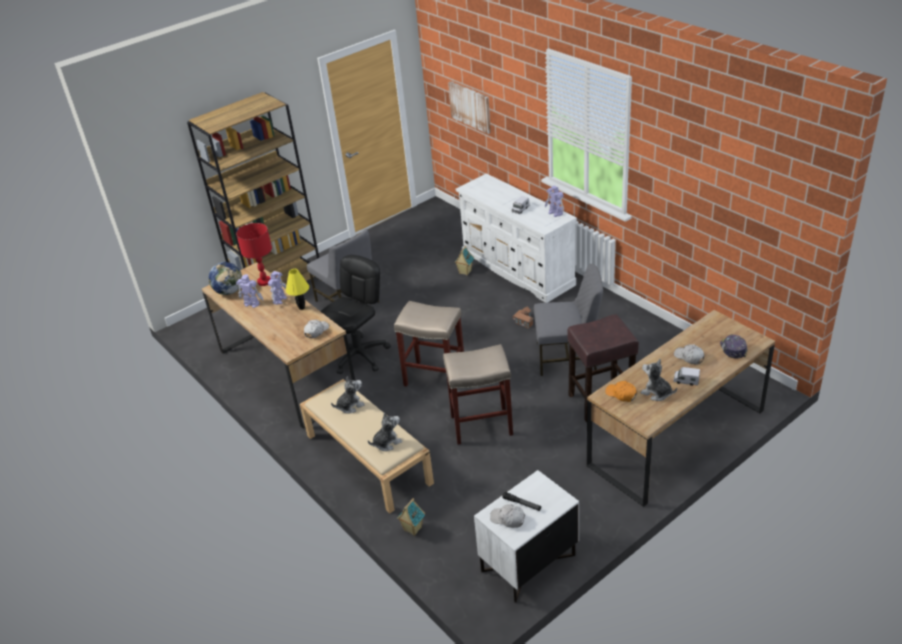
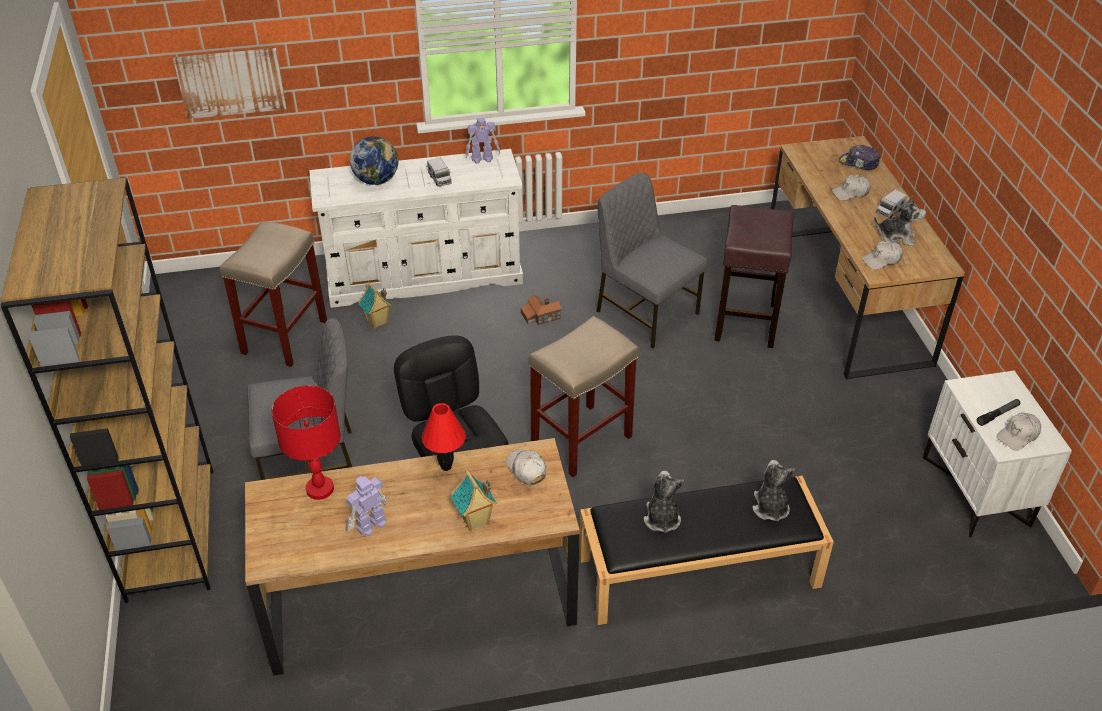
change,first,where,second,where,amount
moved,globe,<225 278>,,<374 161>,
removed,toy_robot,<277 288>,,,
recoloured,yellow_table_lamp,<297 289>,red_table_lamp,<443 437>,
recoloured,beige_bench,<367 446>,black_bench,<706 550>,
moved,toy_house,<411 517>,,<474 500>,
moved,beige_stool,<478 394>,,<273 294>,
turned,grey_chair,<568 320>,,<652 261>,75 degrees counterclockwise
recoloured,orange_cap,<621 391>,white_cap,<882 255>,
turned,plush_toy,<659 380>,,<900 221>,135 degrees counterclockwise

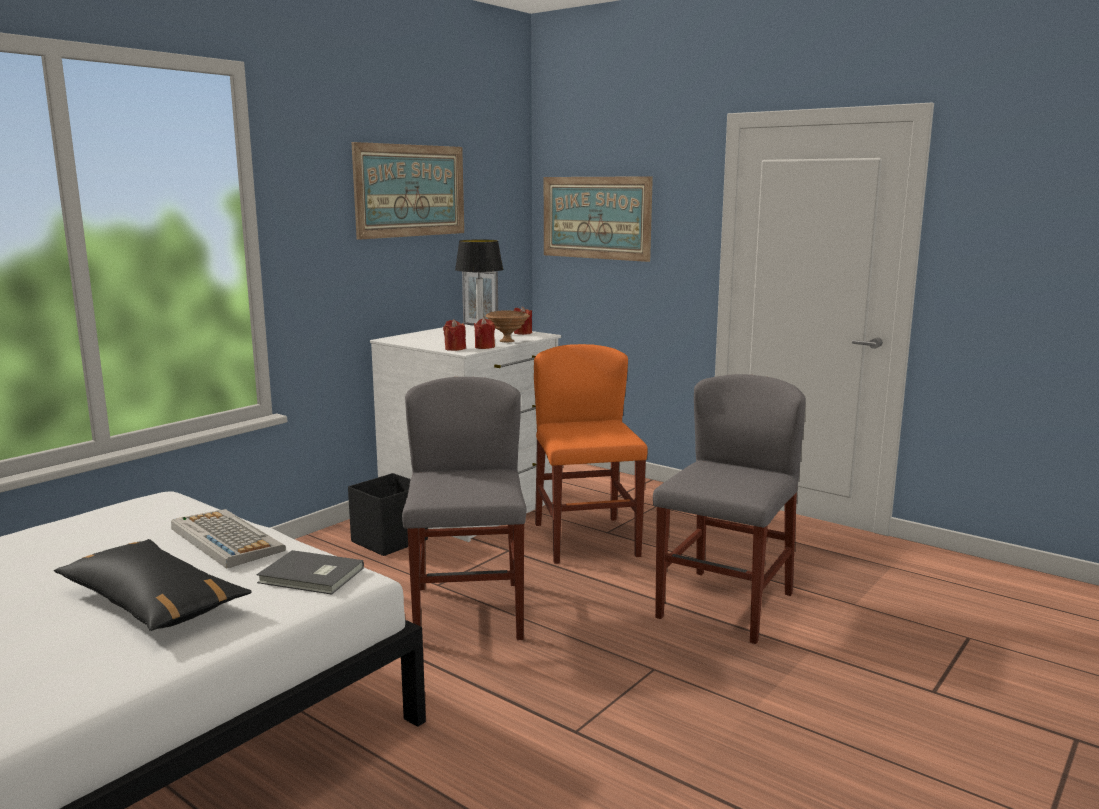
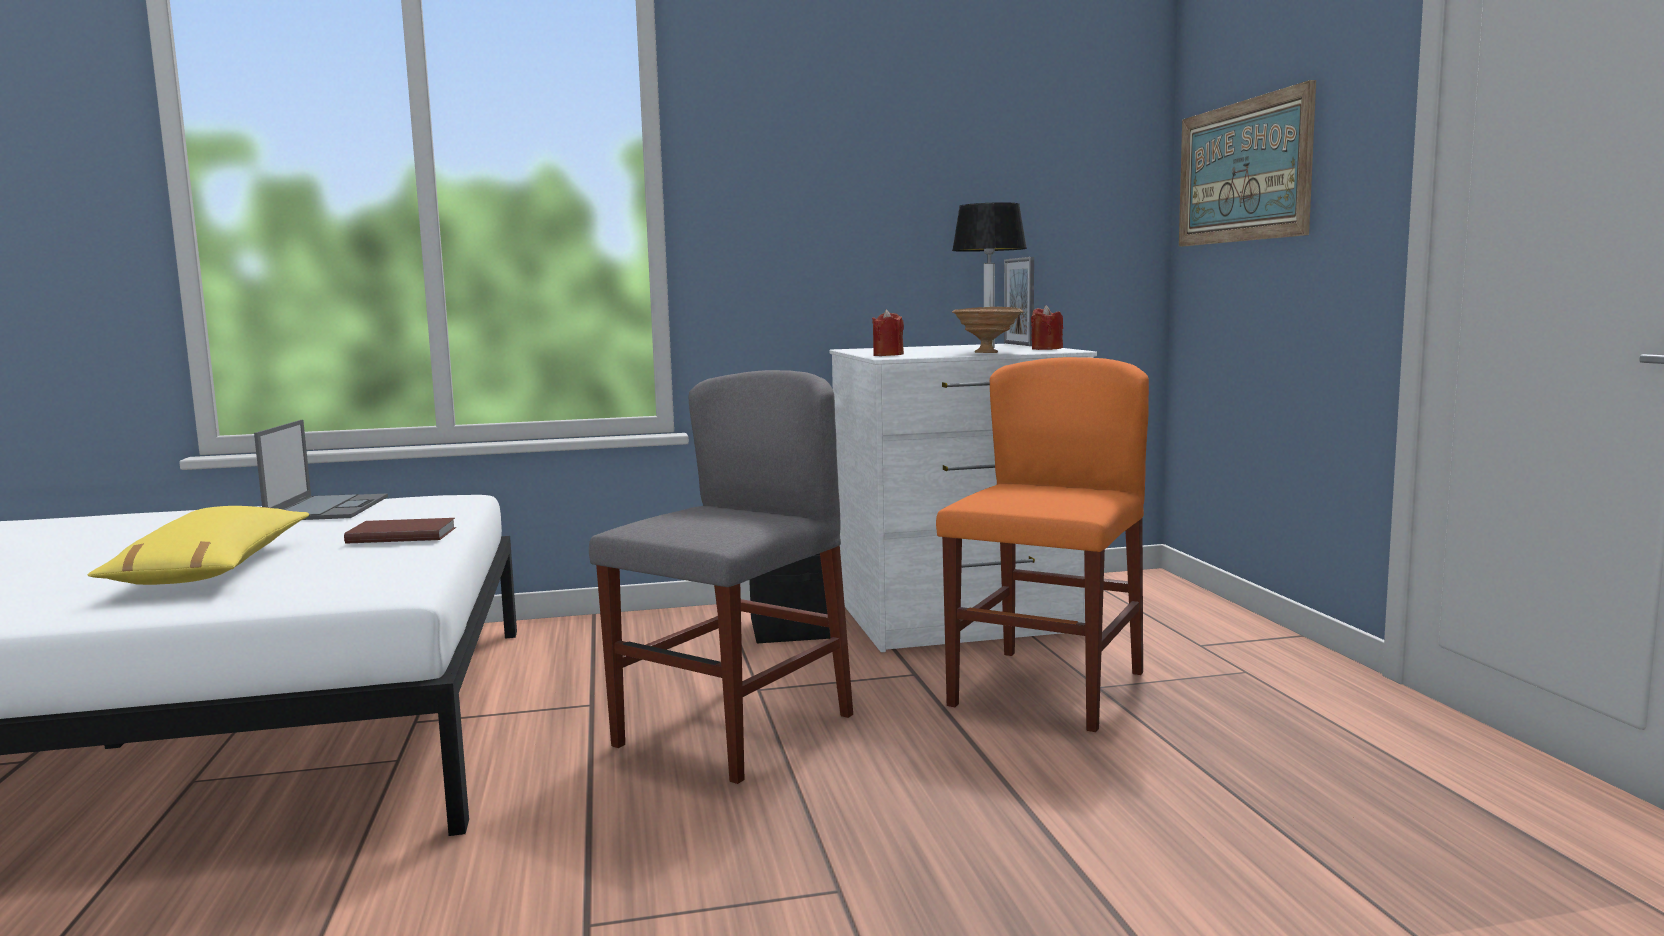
change,first,where,second,where,amount
recoloured,black_pillow,<152 585>,yellow_pillow,<198 545>,
replaced,keyboard,<228 539>,brown_book,<400 531>,
removed,grey_book,<310 572>,,,
removed,picture,<407 191>,,,
removed,red_candle,<484 333>,,,
removed,grey_chair,<729 509>,,,
added,,,laptop,<321 470>,

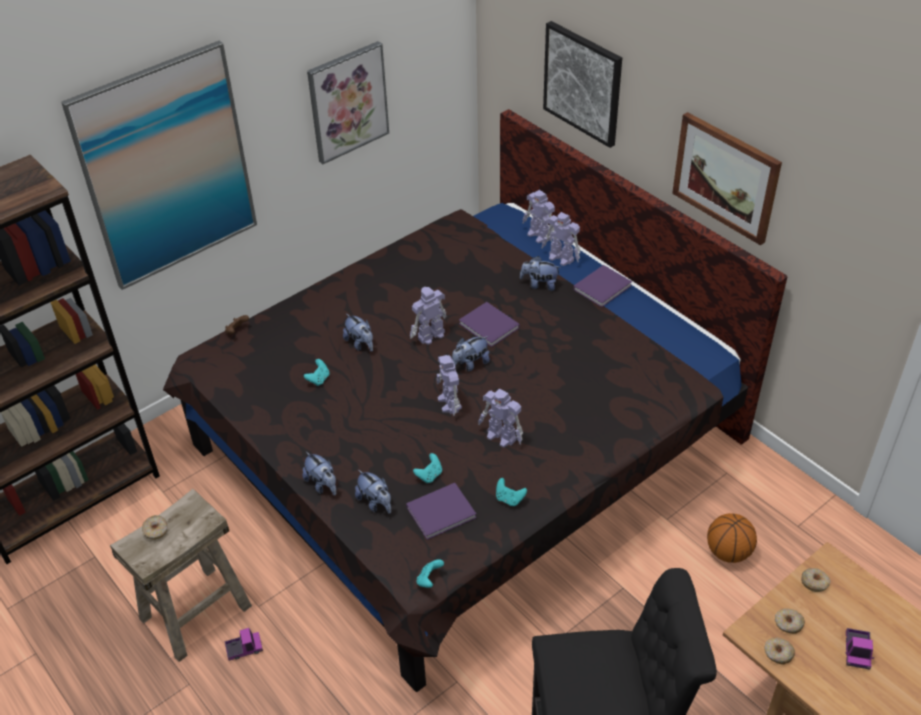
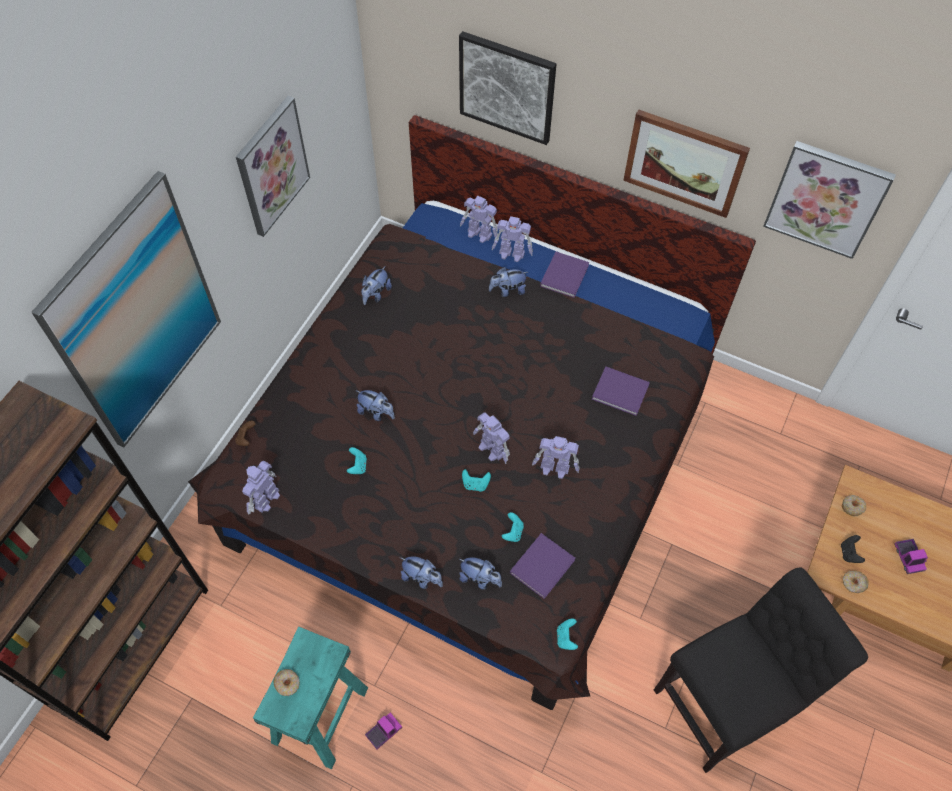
change,first,where,second,where,amount
recoloured,beige_stool,<181 575>,turquoise_stool,<310 697>,
moved,toy_robot,<428 316>,,<261 488>,
moved,plush_toy,<471 354>,,<376 285>,
moved,purple_book,<489 324>,,<621 391>,
moved,turquoise_game_controller,<511 492>,,<476 480>,
removed,basketball,<732 538>,,,
replaced,donut,<790 621>,black_game_controller,<853 549>,
added,,,picture,<829 200>,

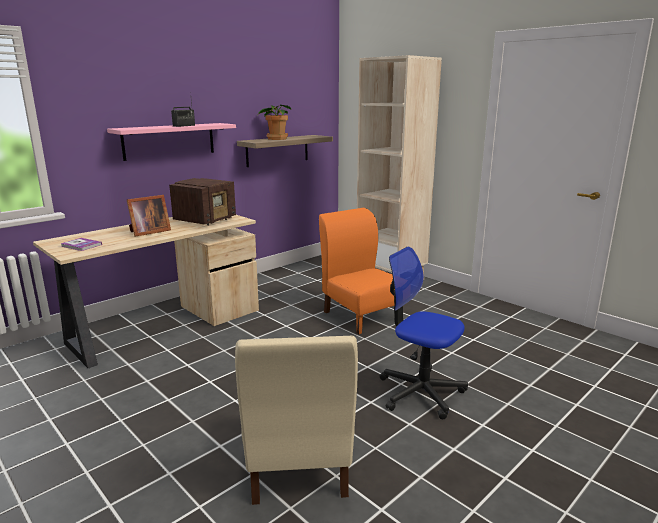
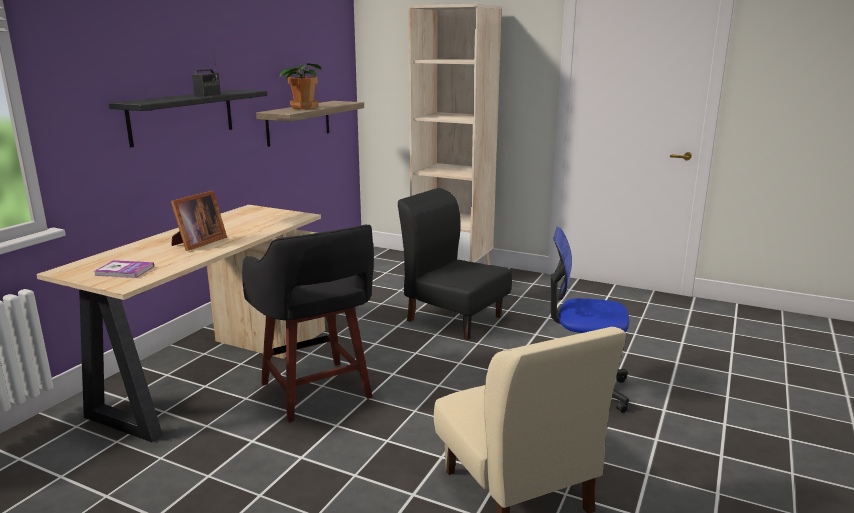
change,first,where,second,where,amount
recoloured,pink_shelf,<171 142>,black_shelf,<188 118>,
removed,radio,<202 202>,,,
recoloured,orange_chair,<356 271>,black_chair,<455 264>,
added,,,black_stool,<308 324>,

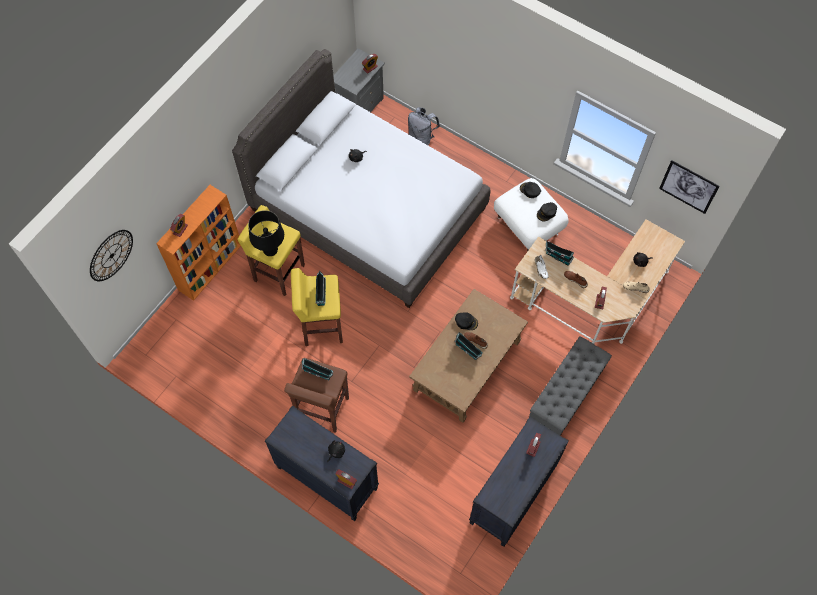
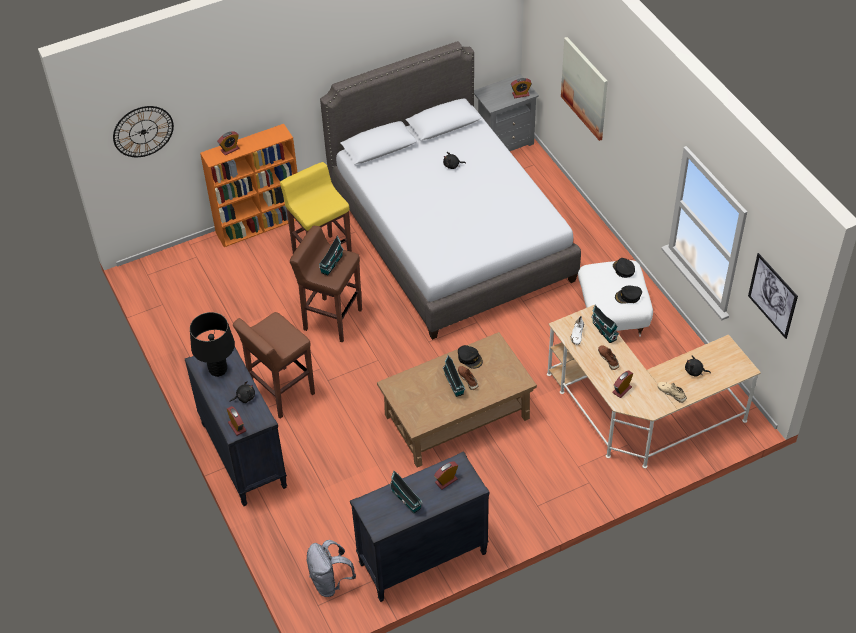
change,first,where,second,where,amount
moved,black_table_lamp,<266 233>,,<212 344>,
recoloured,yellow_stool,<317 307>,brown_stool,<326 284>,
moved,toy_house,<317 369>,,<406 492>,
moved,grey_backpack,<424 126>,,<331 568>,
removed,grey_bench,<570 385>,,,
added,,,picture,<584 89>,

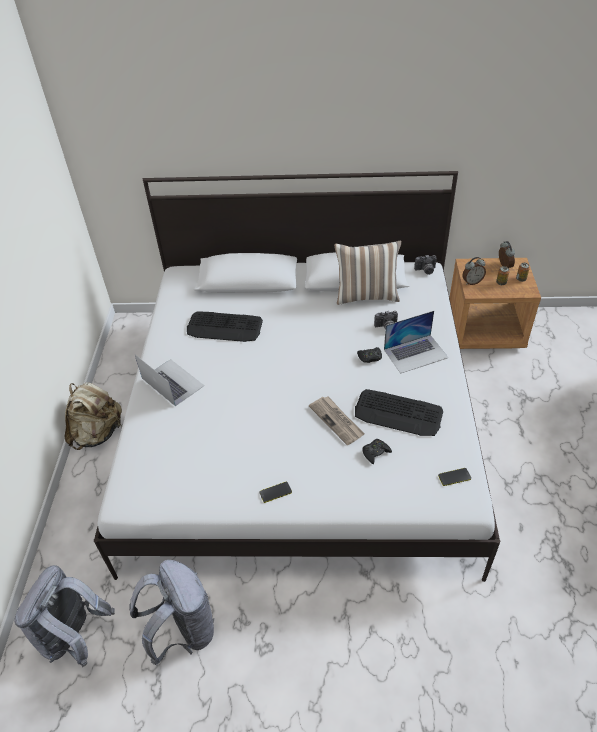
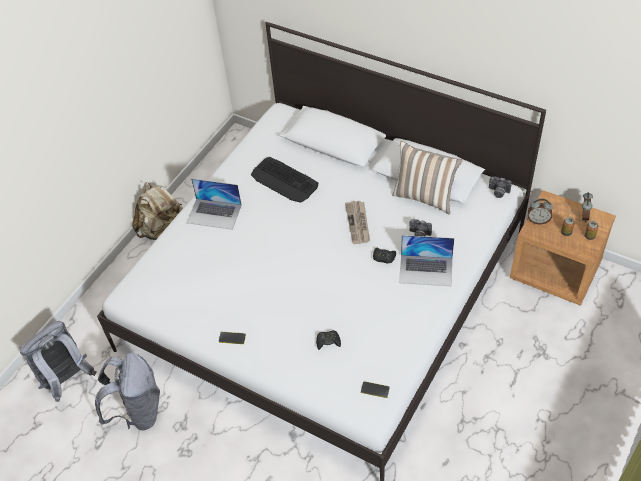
change,first,where,second,where,amount
turned,laptop,<169 380>,,<214 204>,120 degrees clockwise
moved,newspaper,<337 420>,,<357 222>,
removed,keyboard,<399 412>,,,

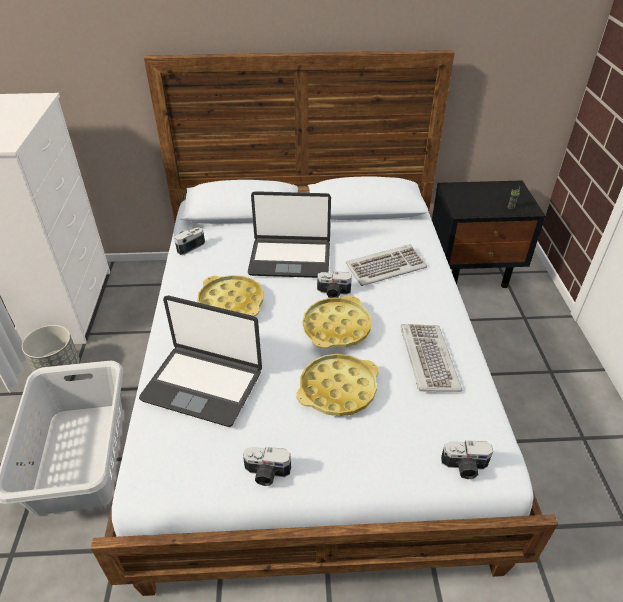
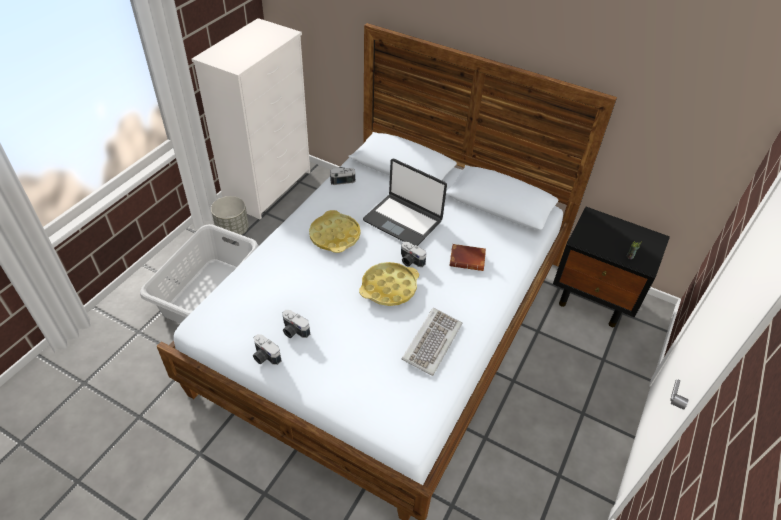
change,first,where,second,where,amount
removed,laptop,<200 361>,,,
removed,yellow_tray,<337 385>,,,
replaced,keyboard,<386 265>,brown_book,<467 257>,
moved,photo_camera,<467 459>,,<296 324>,

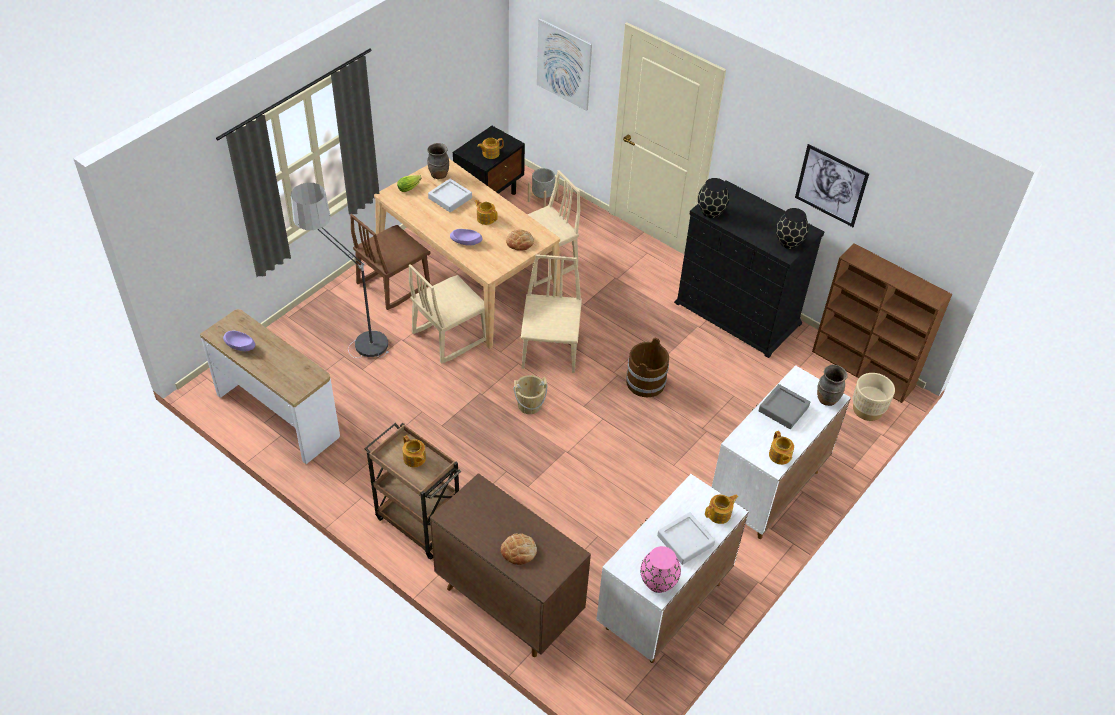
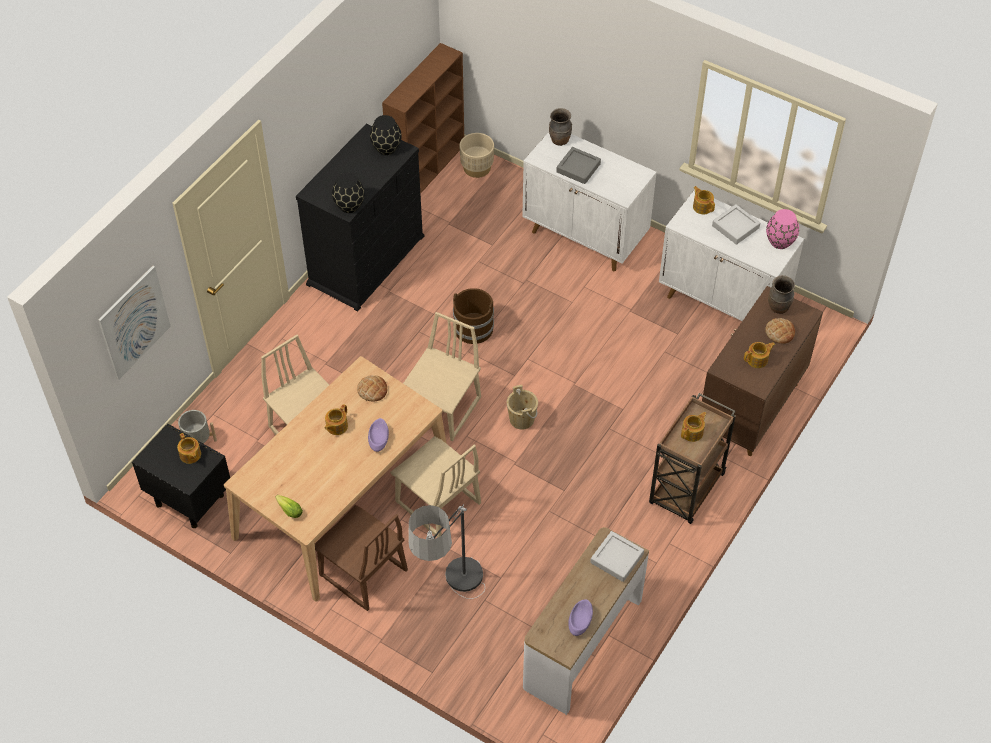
change,first,where,second,where,amount
moved,brown_vase,<438 161>,,<781 294>,
moved,grey_tray,<450 195>,,<617 556>,
turned,beige_chair,<551 313>,,<442 376>,120 degrees clockwise
moved,teapot,<781 448>,,<759 355>,
removed,picture,<832 185>,,,

